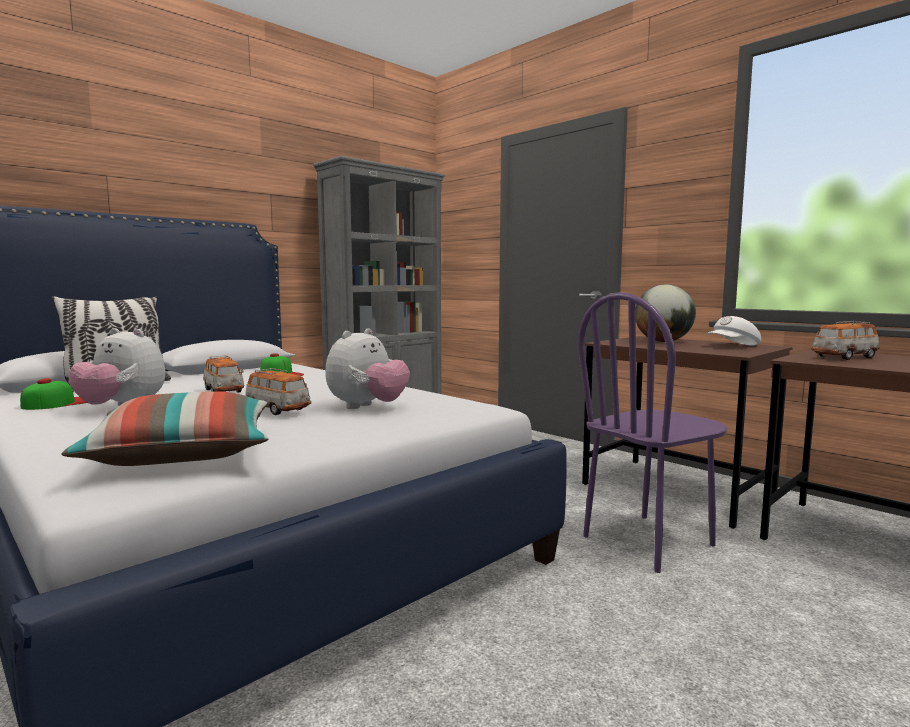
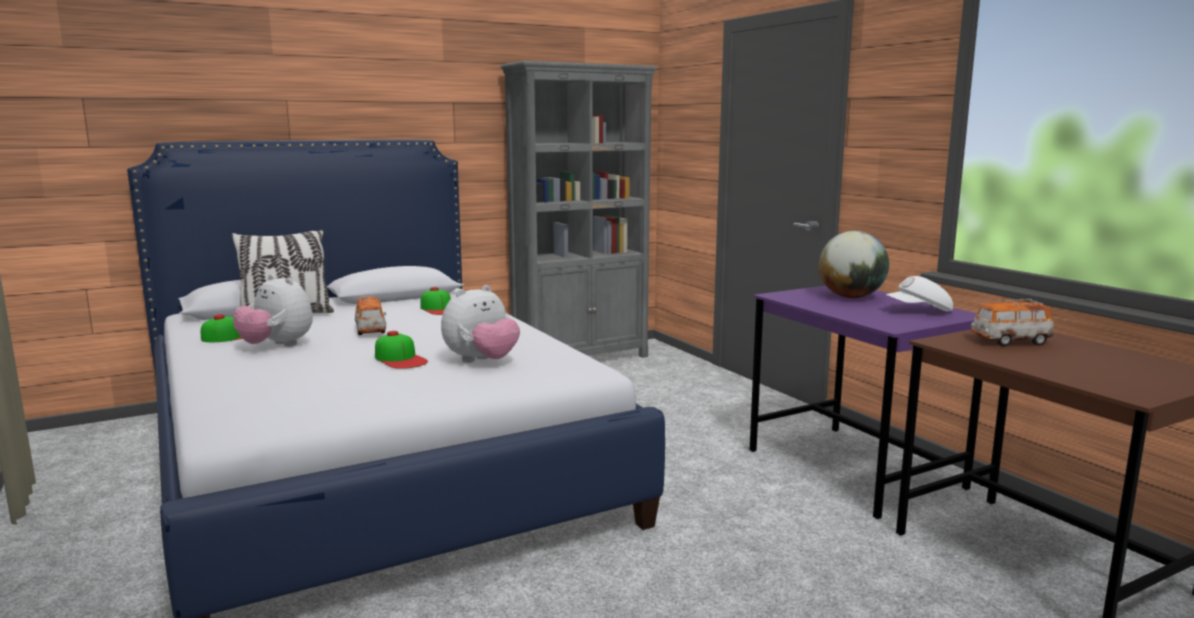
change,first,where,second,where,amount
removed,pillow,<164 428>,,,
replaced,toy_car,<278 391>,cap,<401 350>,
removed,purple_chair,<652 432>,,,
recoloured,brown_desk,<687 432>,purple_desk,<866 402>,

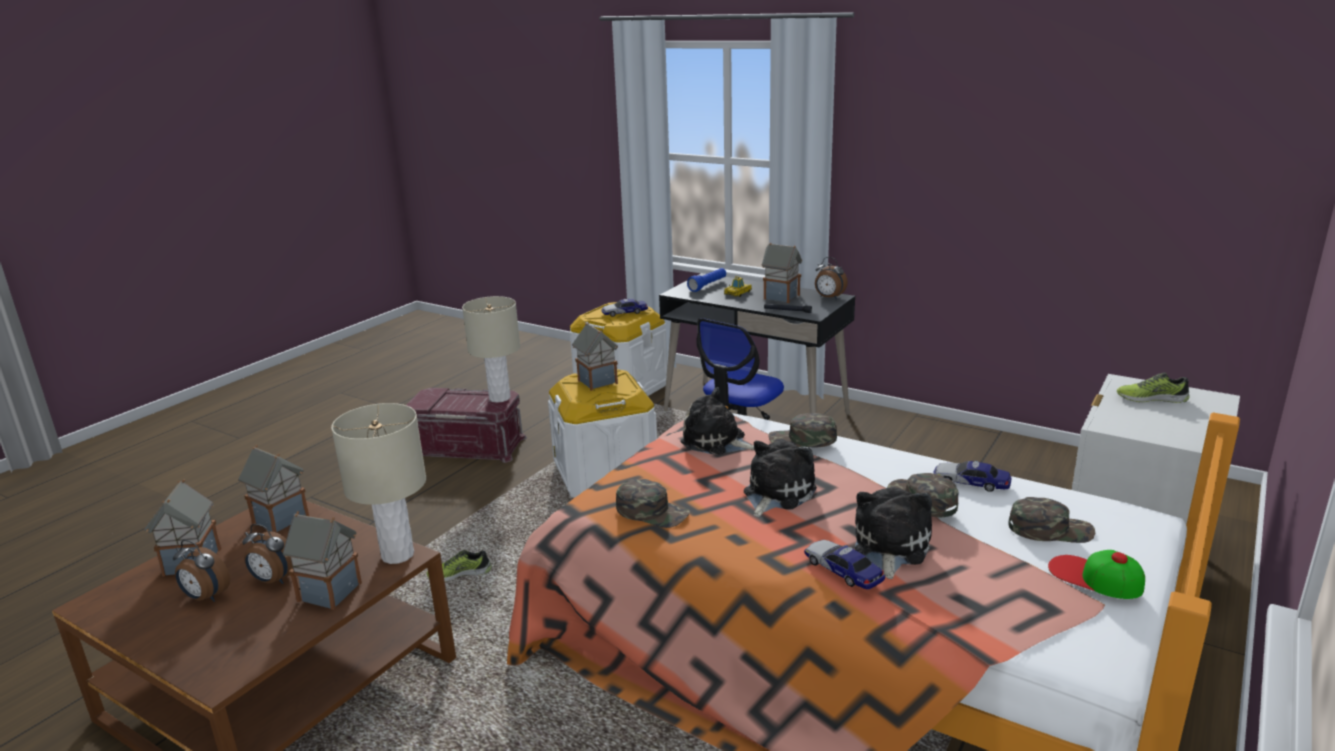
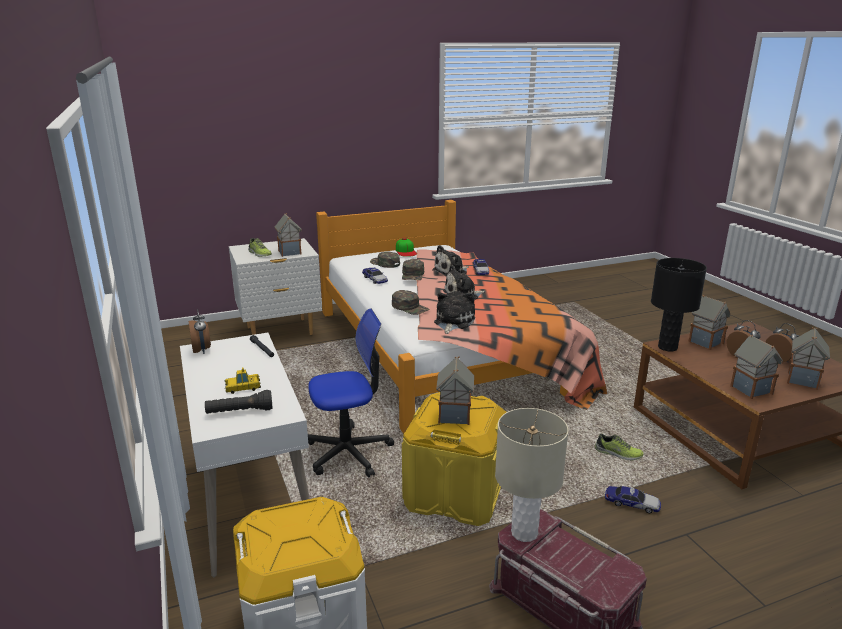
change,first,where,second,where,amount
recoloured,beige_table_lamp,<378 483>,black_table_lamp,<679 305>,
recoloured,white_storage_box,<602 433>,yellow_storage_box,<454 459>,
moved,toy_car,<625 308>,,<633 499>,
removed,green_cap,<653 503>,,,
recoloured,black_desk,<757 344>,white_desk,<245 455>,
turned,plush_toy,<717 421>,,<454 312>,135 degrees counterclockwise
recoloured,blue_flashlight,<706 280>,black_flashlight,<239 402>,
moved,toy_house,<781 273>,,<288 235>,

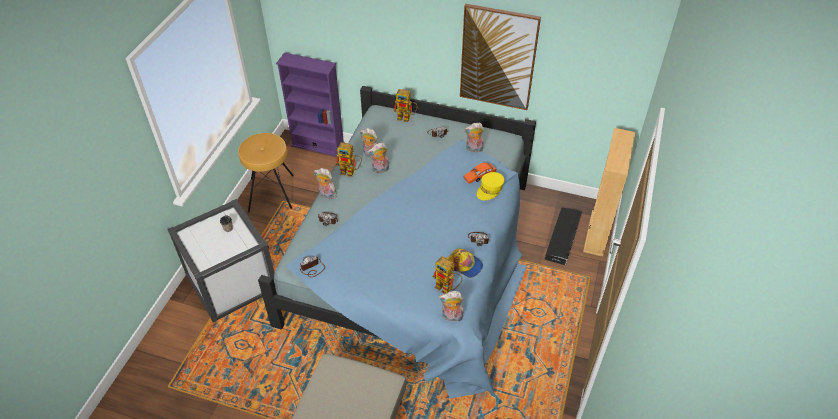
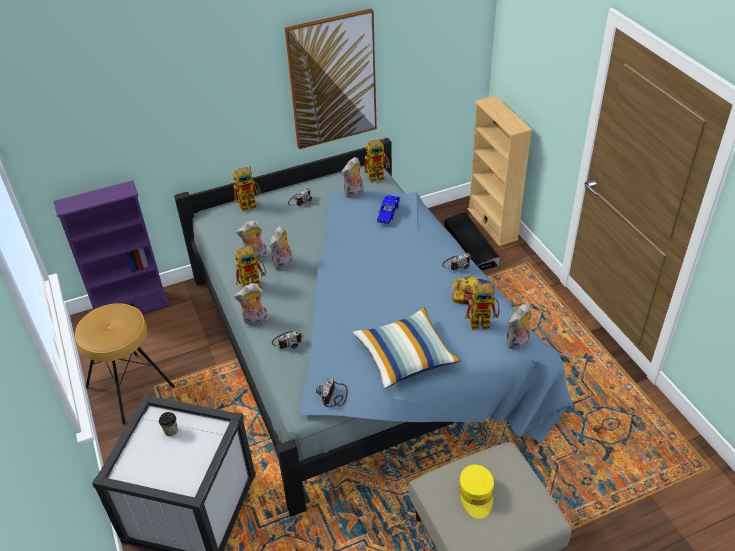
change,first,where,second,where,amount
recoloured,orange_toy_car,<479 173>,blue_toy_car,<388 209>,
moved,yellow_cap,<490 186>,,<477 491>,
added,,,pillow,<407 348>,
added,,,toy_robot,<377 160>,

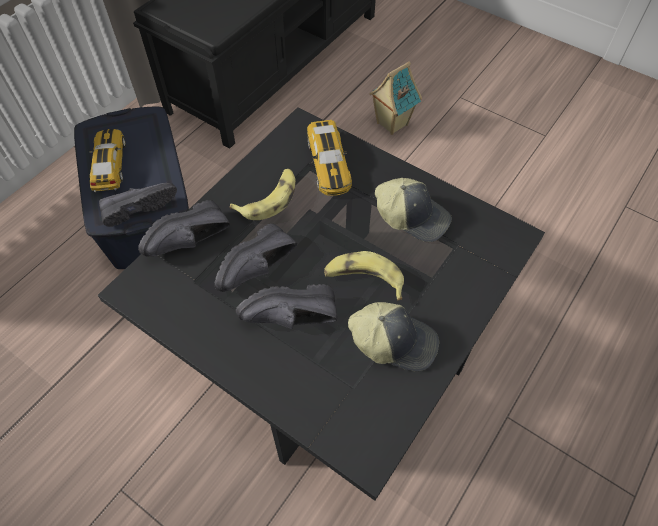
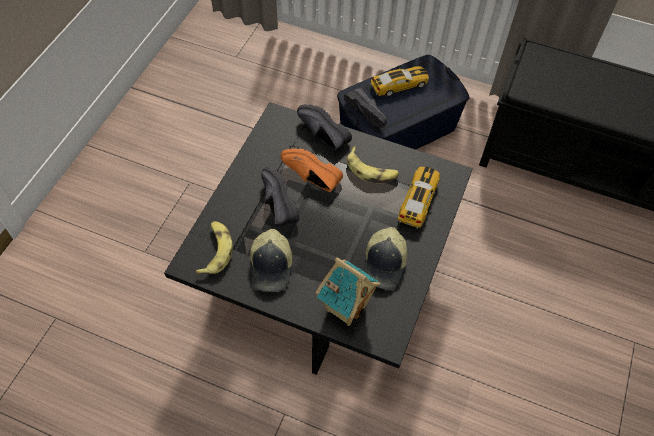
change,first,where,second,where,amount
recoloured,black_shoe,<256 257>,orange_shoe,<311 170>,
turned,toy_car,<329 158>,,<418 198>,135 degrees clockwise
moved,banana,<364 276>,,<214 247>,
moved,toy_house,<395 98>,,<348 291>,

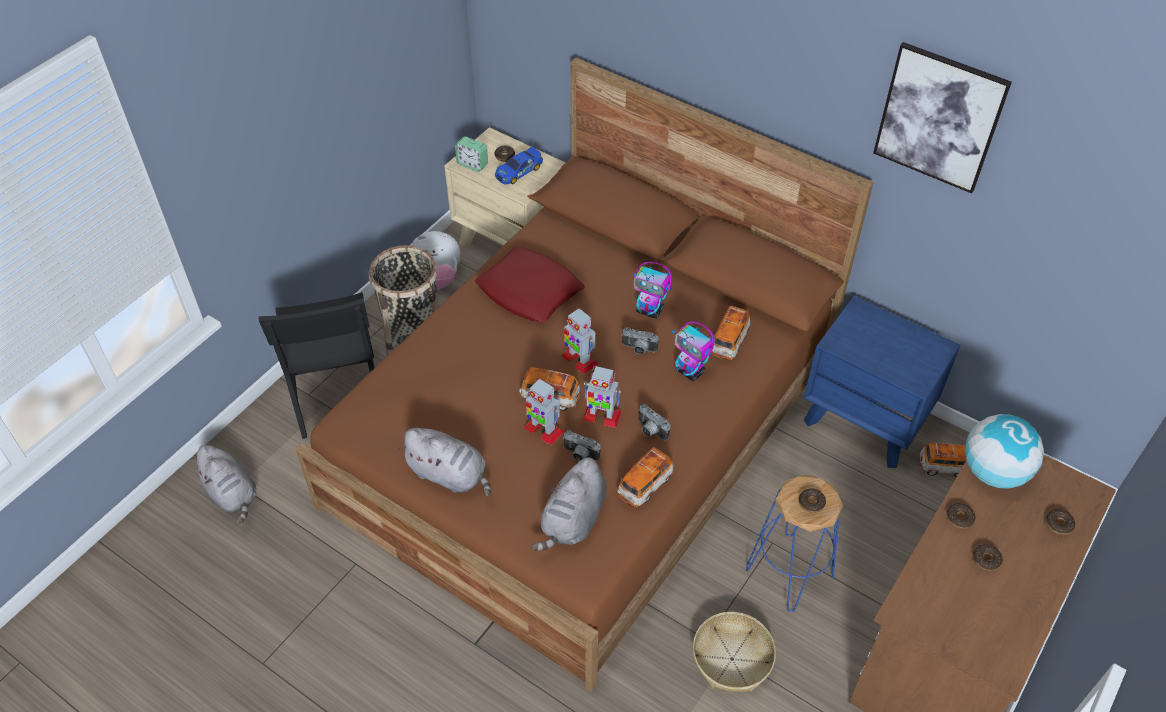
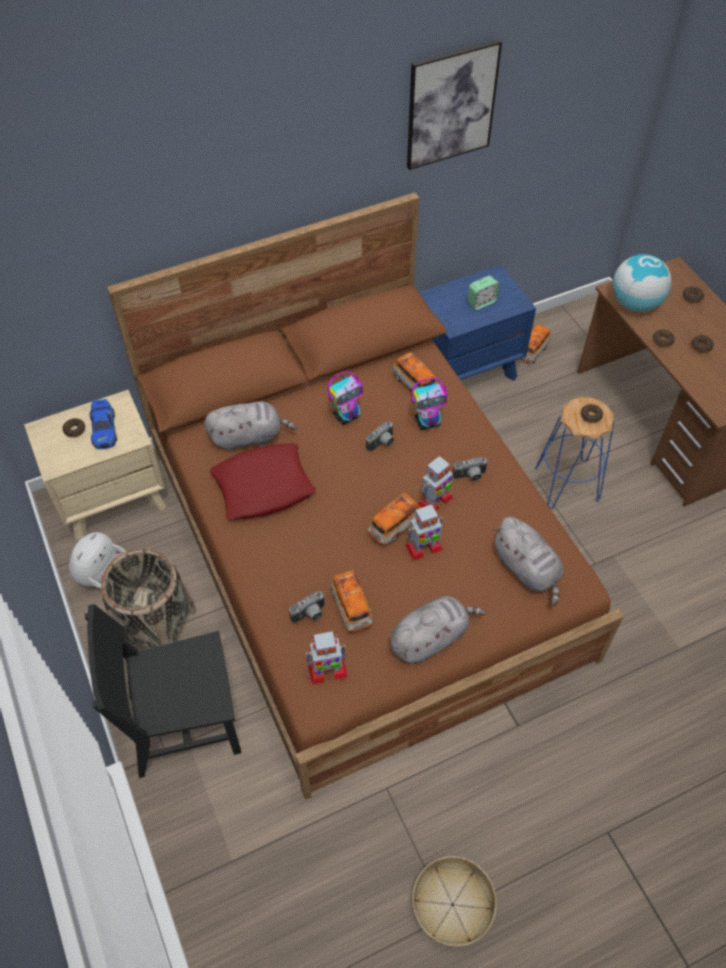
change,first,where,second,where,amount
moved,grey_plush_toy,<223 484>,,<250 426>,
turned,black_chair,<317 365>,,<163 691>,150 degrees clockwise
moved,alarm_clock,<471 154>,,<483 292>,
moved,toy_robot,<579 340>,,<327 657>,
moved,photo_camera,<582 445>,,<307 607>,
moved,toy_car,<645 477>,,<351 601>,
moved,basket,<734 652>,,<454 901>,

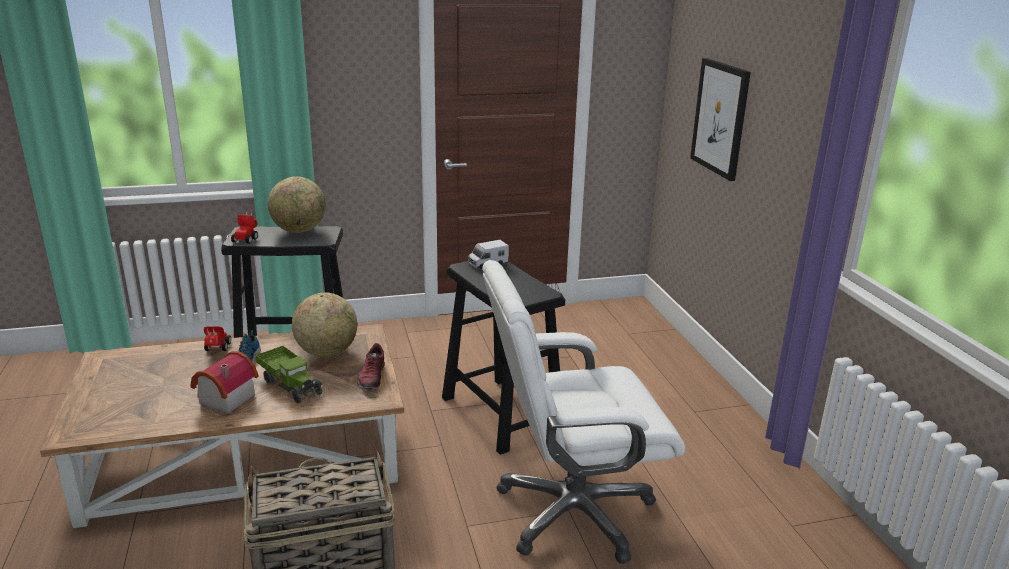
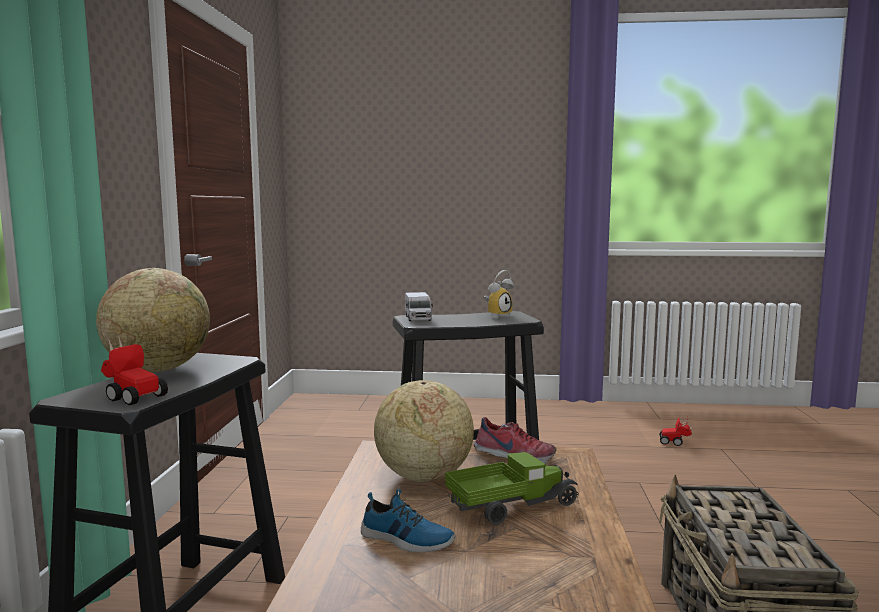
change,first,where,second,where,amount
removed,toy_house,<224 382>,,,
moved,toy_car,<217 338>,,<675 431>,
removed,white_office_chair,<583 412>,,,
removed,picture,<720 119>,,,
added,,,alarm_clock,<499 294>,

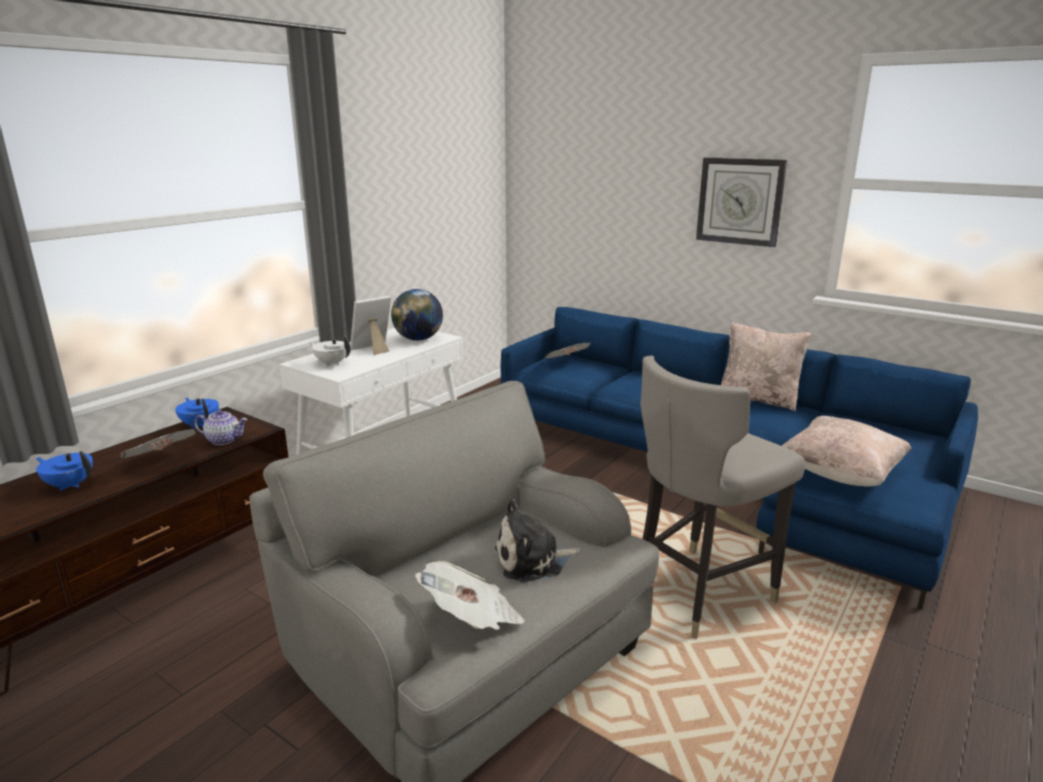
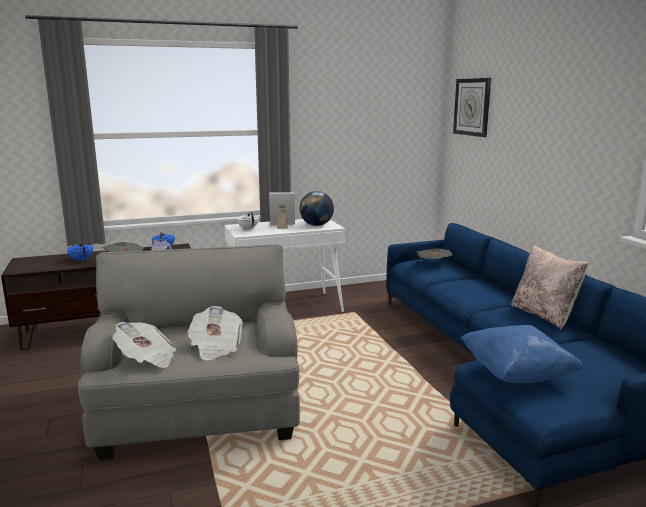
change,first,where,second,where,amount
replaced,plush_toy,<537 540>,newspaper,<215 333>,
removed,grey_stool,<722 497>,,,
moved,wall_clock,<741 202>,,<472 107>,
recoloured,beige_pillow,<846 451>,blue_pillow,<522 354>,

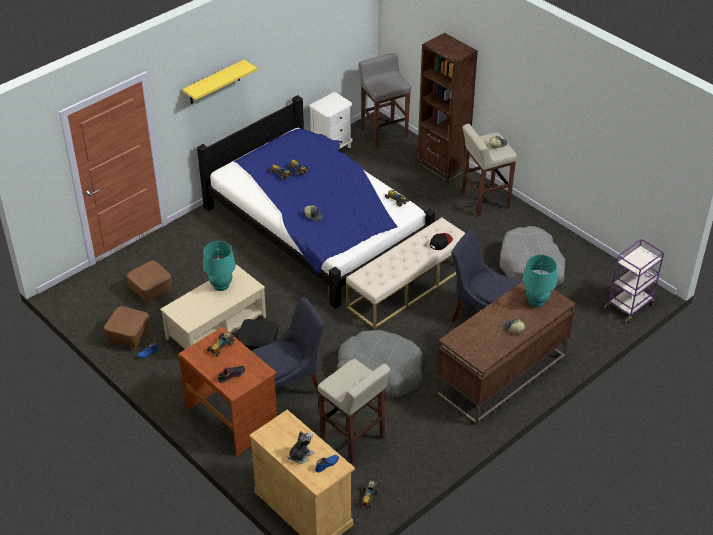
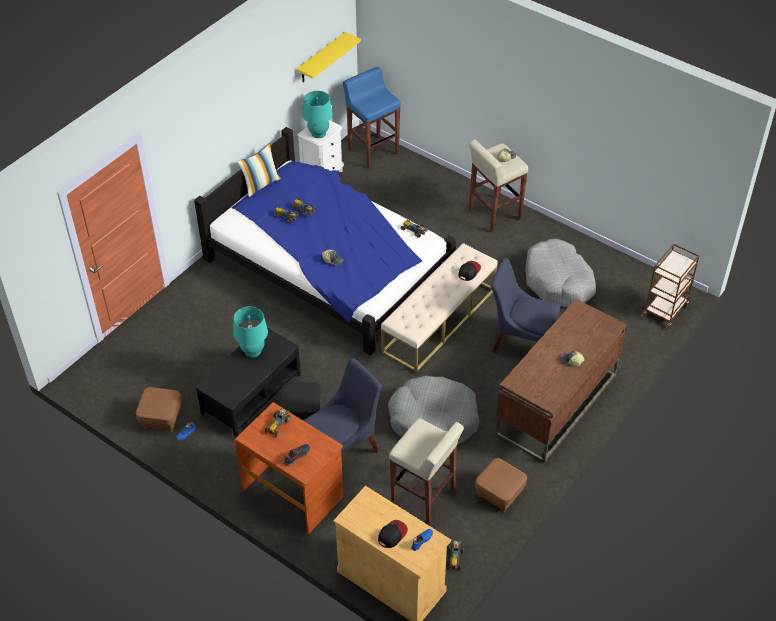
change,first,where,second,where,amount
moved,brown_ottoman,<149 283>,,<501 485>,
recoloured,beige_coffee_table,<213 306>,black_coffee_table,<248 382>,
moved,yellow_shelf,<220 82>,,<329 57>,
replaced,plush_toy,<300 447>,cap,<393 534>,
recoloured,grey_stool,<385 100>,blue_stool,<372 117>,
removed,brown_bookcase,<447 108>,,,
moved,turquoise_table_lamp,<540 281>,,<318 114>,
recoloured,purple_cart,<634 281>,brown_cart,<670 286>,
added,,,pillow,<259 170>,

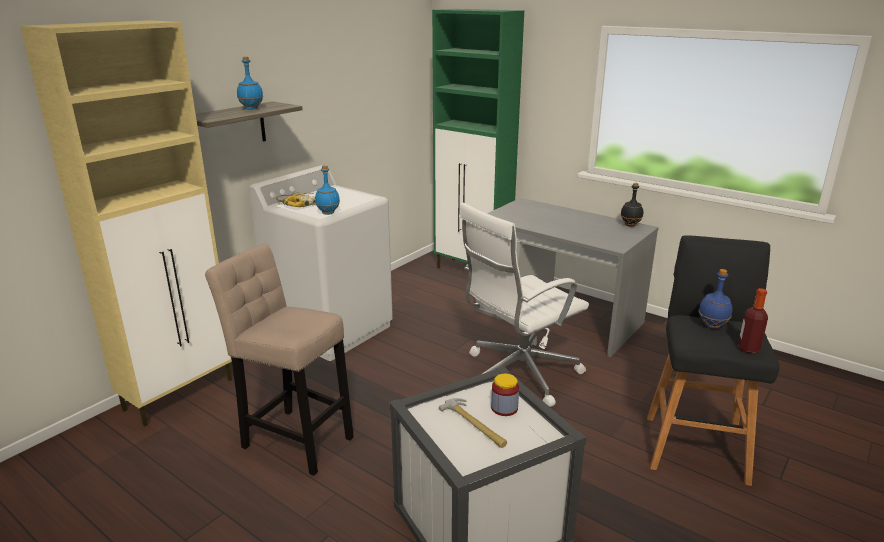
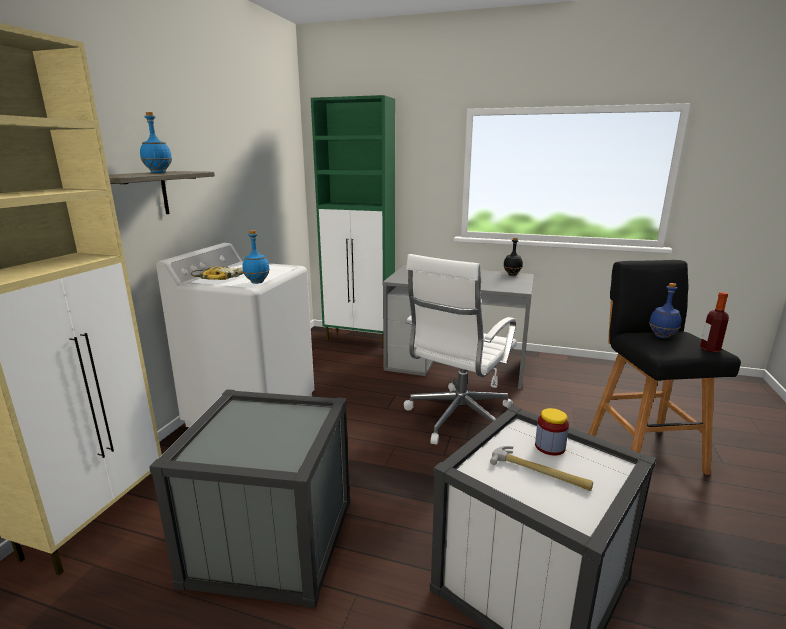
change,first,where,second,where,amount
replaced,beige_stool,<279 359>,grey_storage_box,<249 498>,

